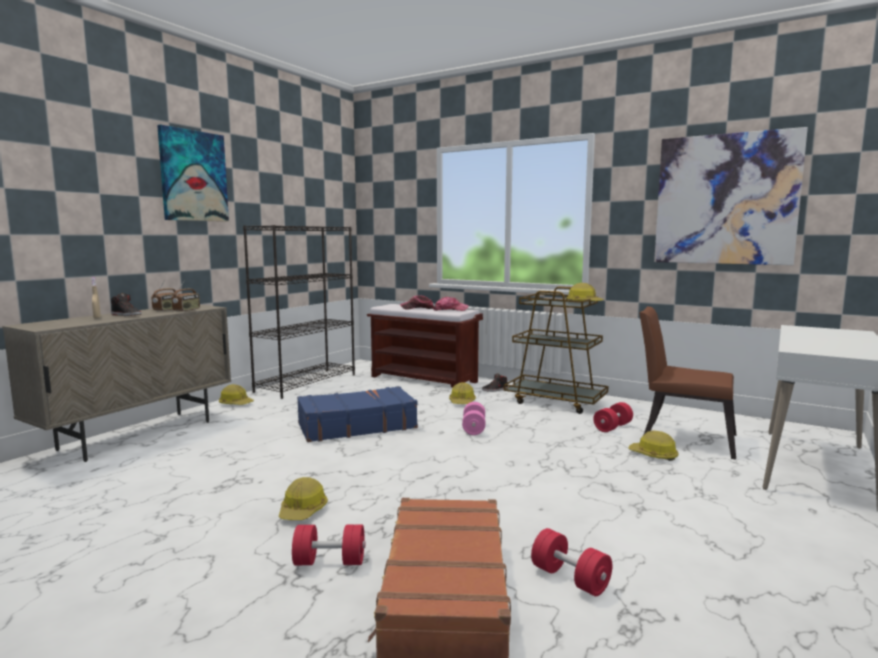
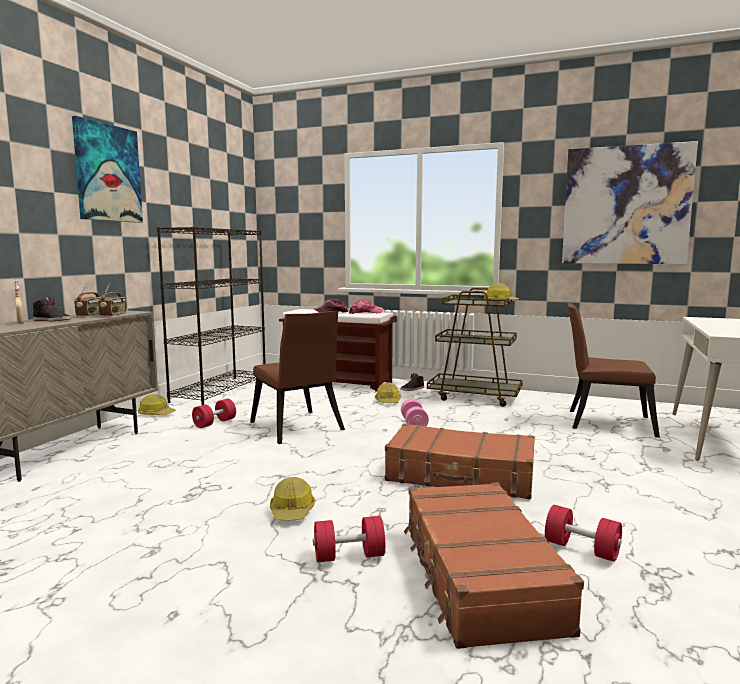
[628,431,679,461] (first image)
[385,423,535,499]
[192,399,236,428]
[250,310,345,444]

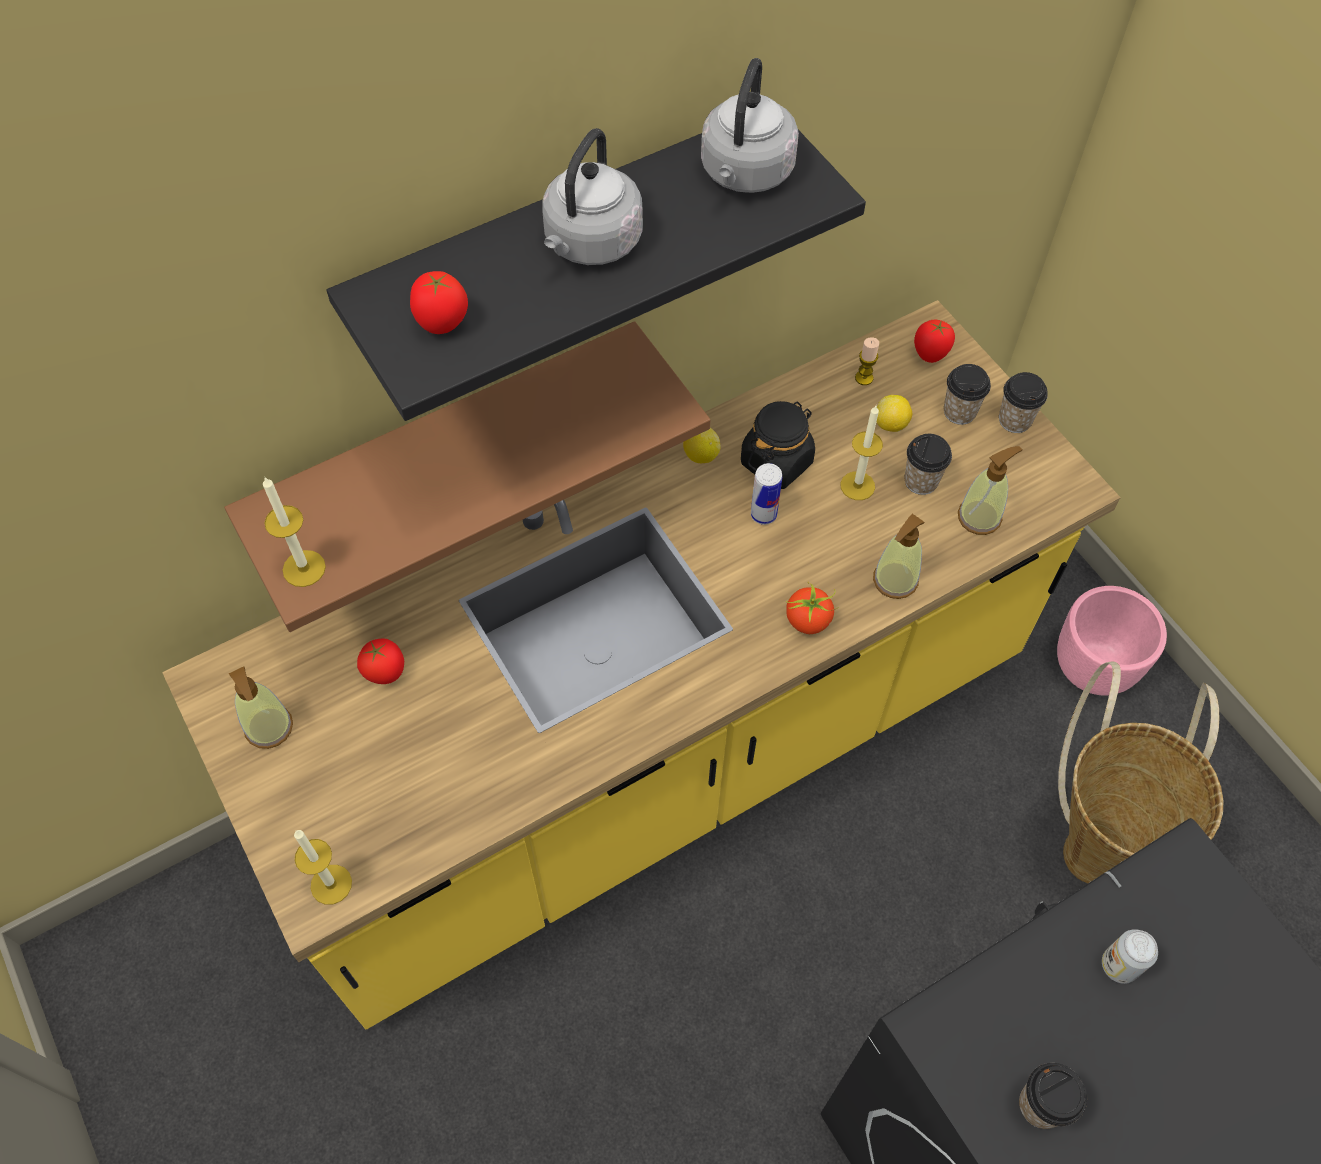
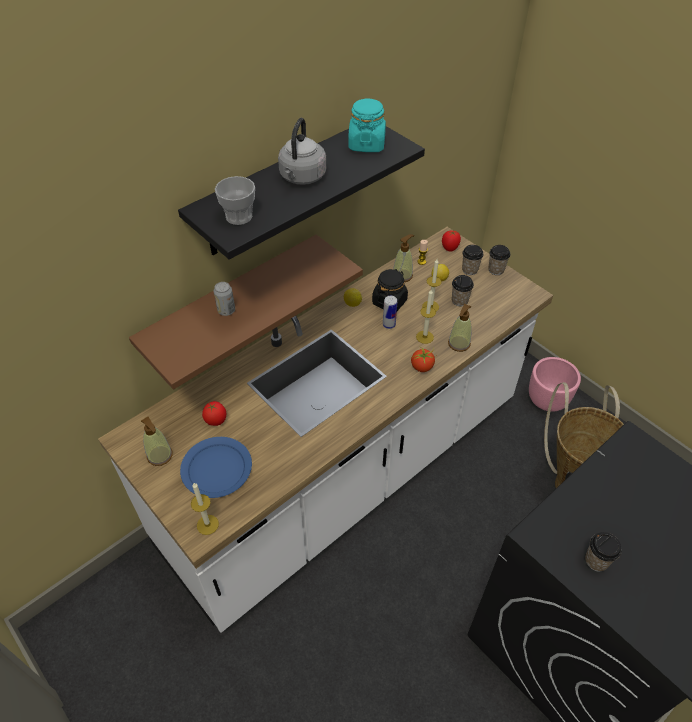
[180,437,252,498]
[416,290,436,344]
[393,234,414,282]
[214,282,235,316]
[215,176,255,225]
[348,99,386,152]
[98,227,553,633]

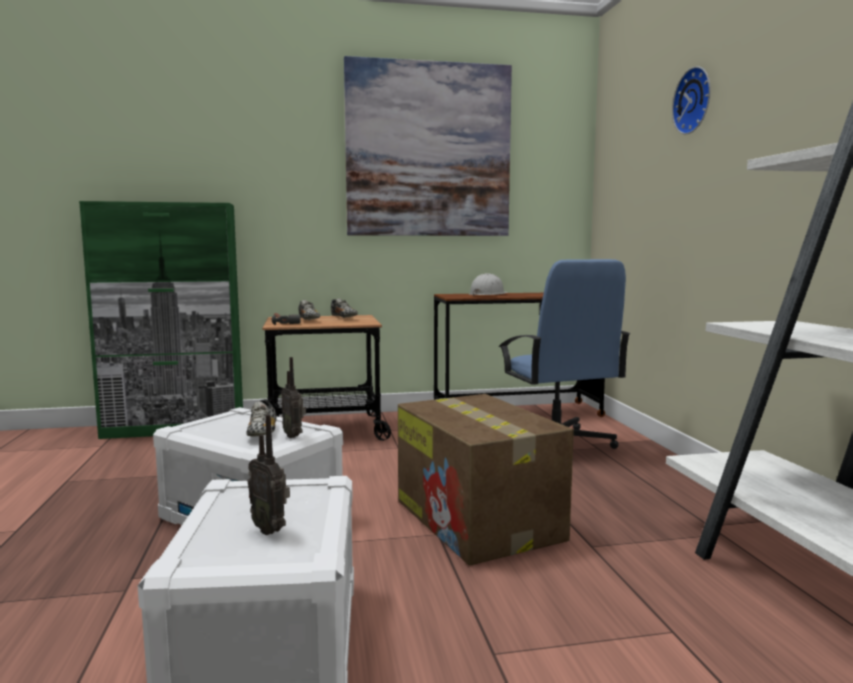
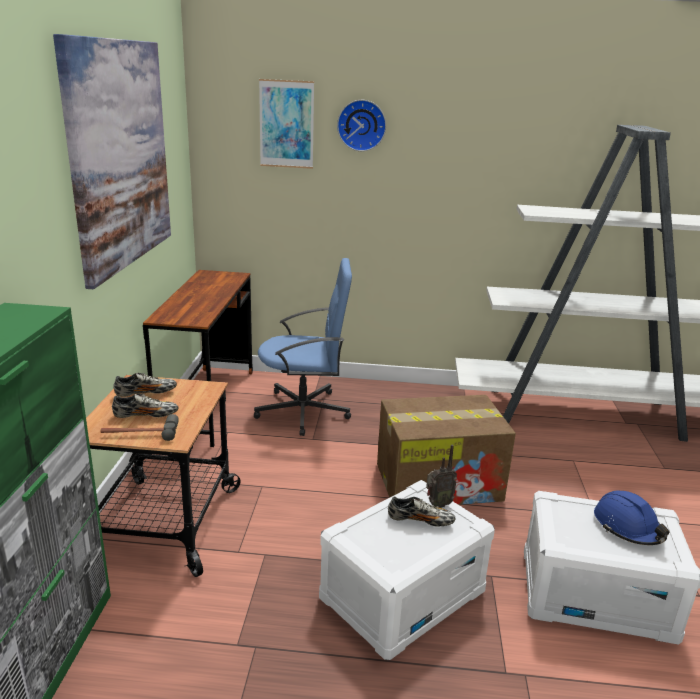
[469,273,508,296] (first image)
[259,79,314,169]
[594,491,669,545]

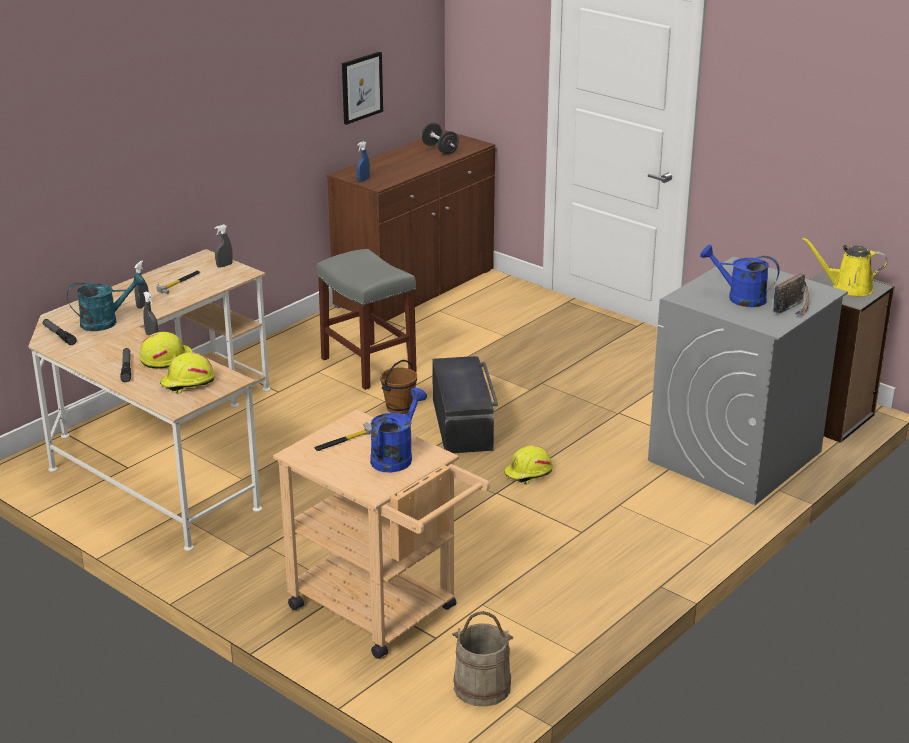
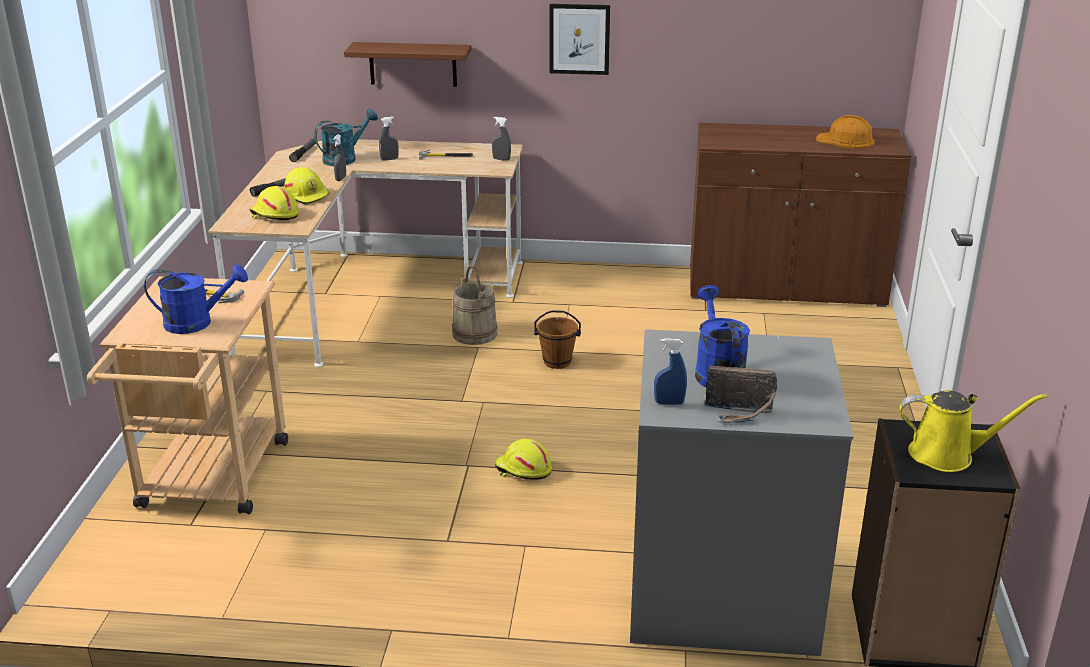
[316,249,417,390] (first image)
[432,356,498,453] (first image)
[344,42,472,87]
[549,4,610,75]
[654,338,687,405]
[452,266,498,345]
[816,115,875,149]
[314,109,378,166]
[900,391,1047,472]

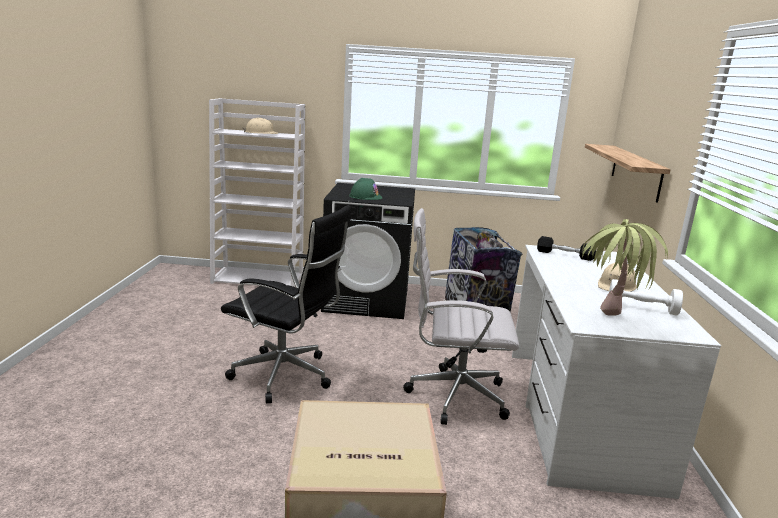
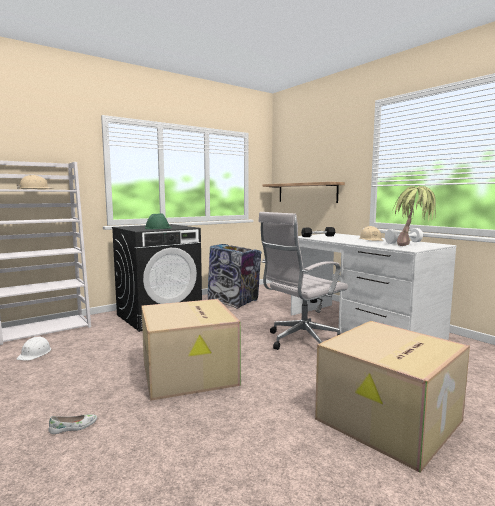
[17,337,51,361]
[48,414,97,434]
[141,299,241,401]

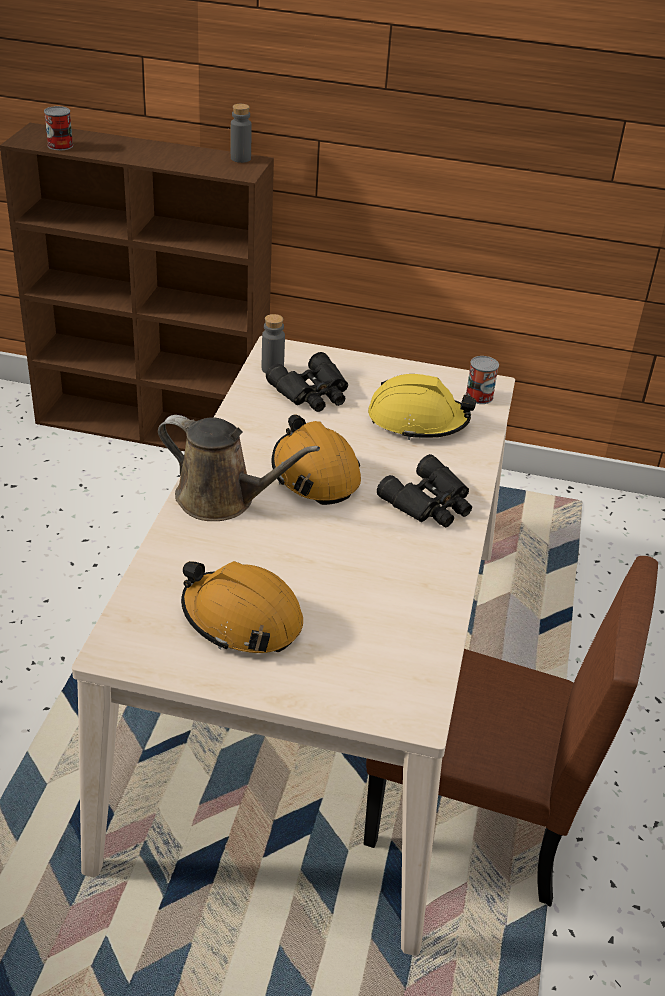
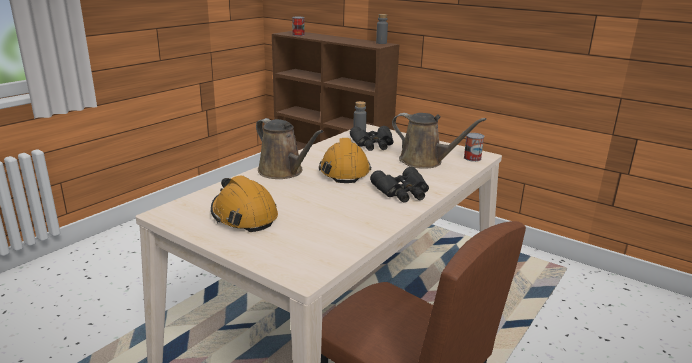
[392,113,486,169]

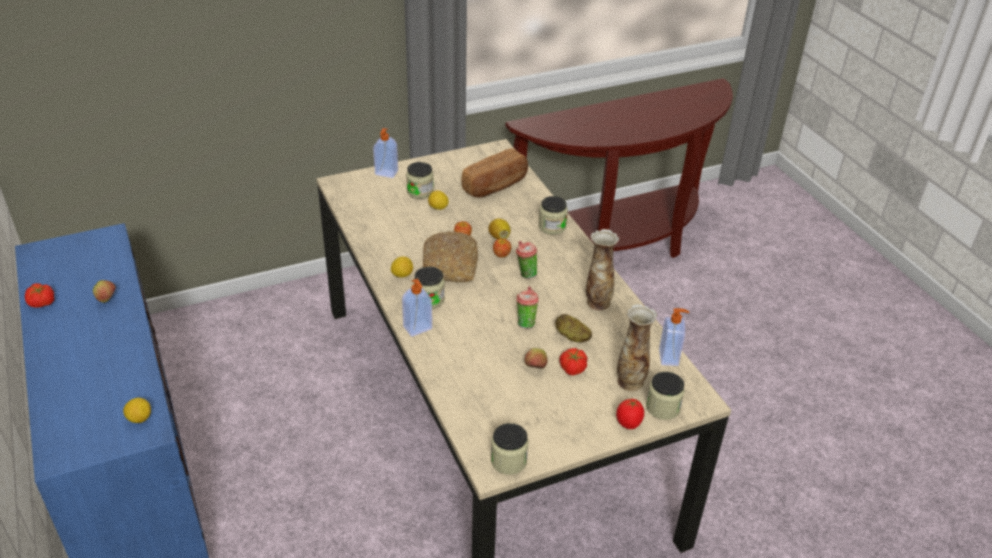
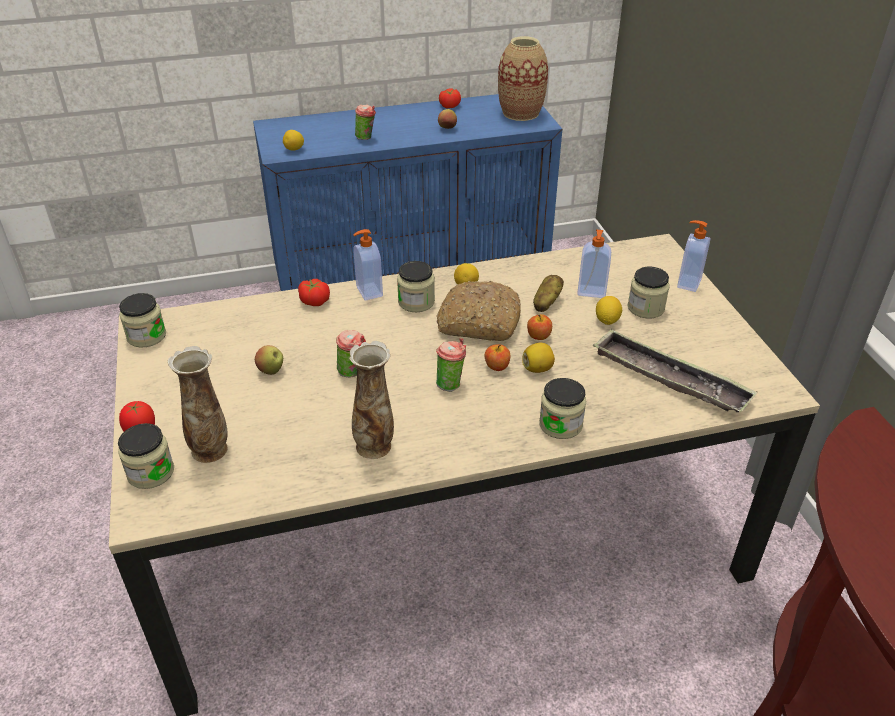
[355,105,376,140]
[498,36,548,121]
[533,275,564,312]
[298,279,330,306]
[577,229,611,298]
[593,329,758,412]

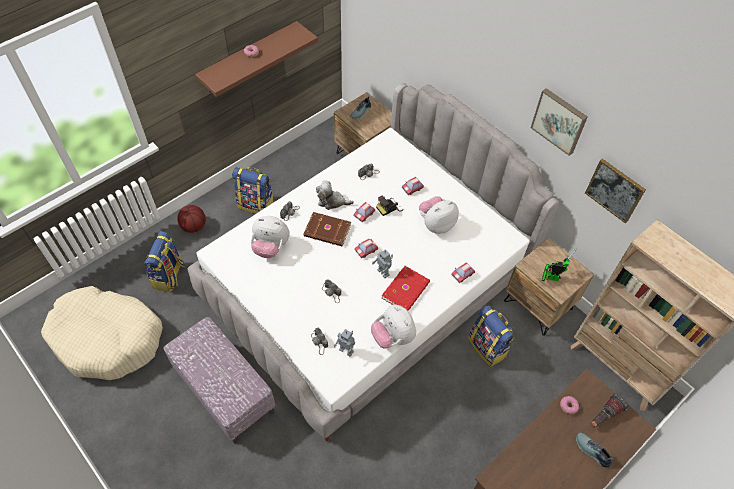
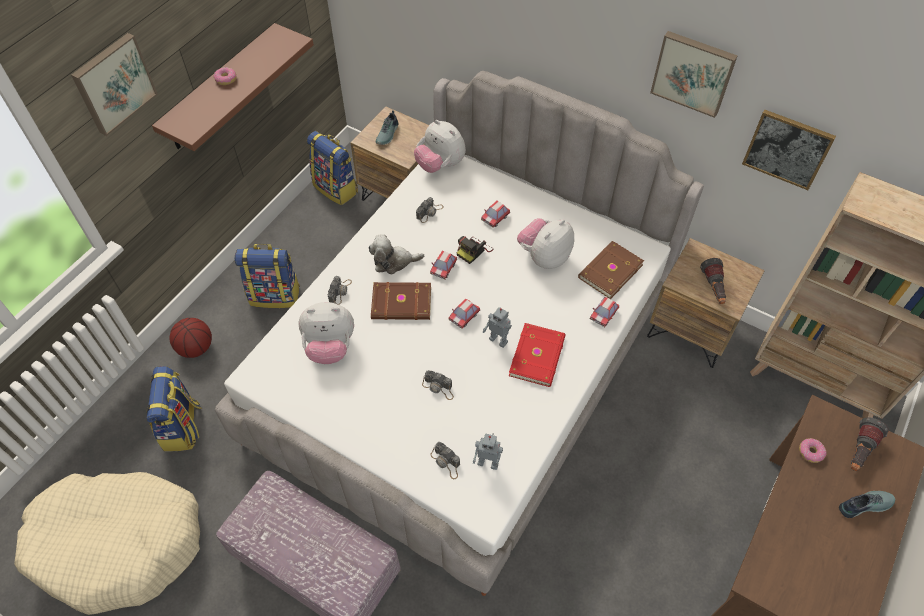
[71,33,158,136]
[578,241,644,299]
[414,120,466,173]
[307,131,358,205]
[700,258,726,304]
[839,491,896,518]

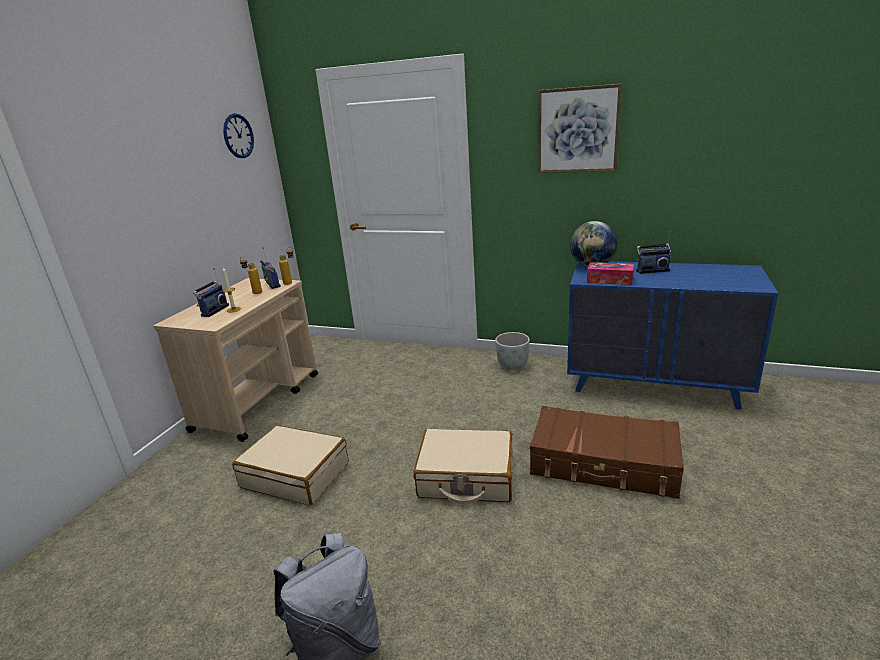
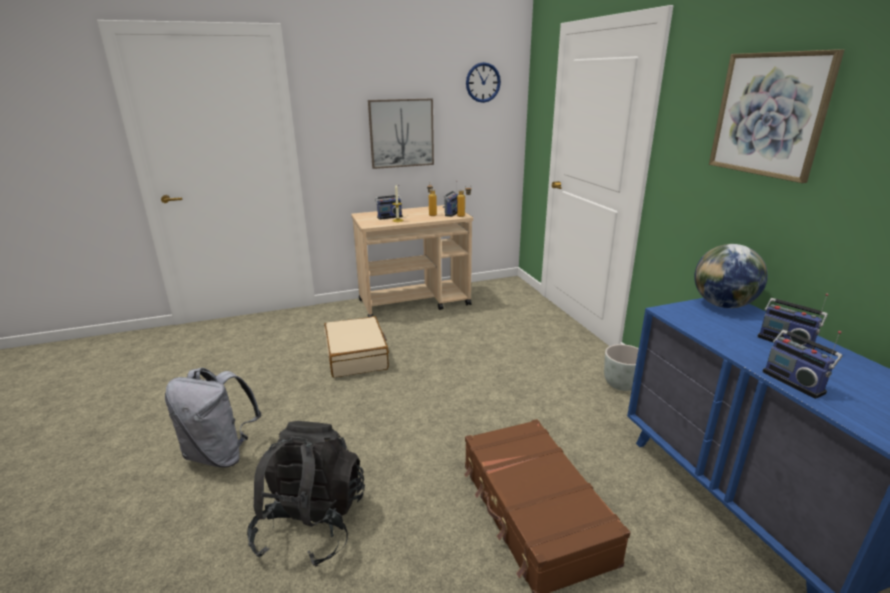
[413,428,513,504] (first image)
[587,262,634,285] (first image)
[247,421,365,567]
[368,99,434,169]
[762,330,843,399]

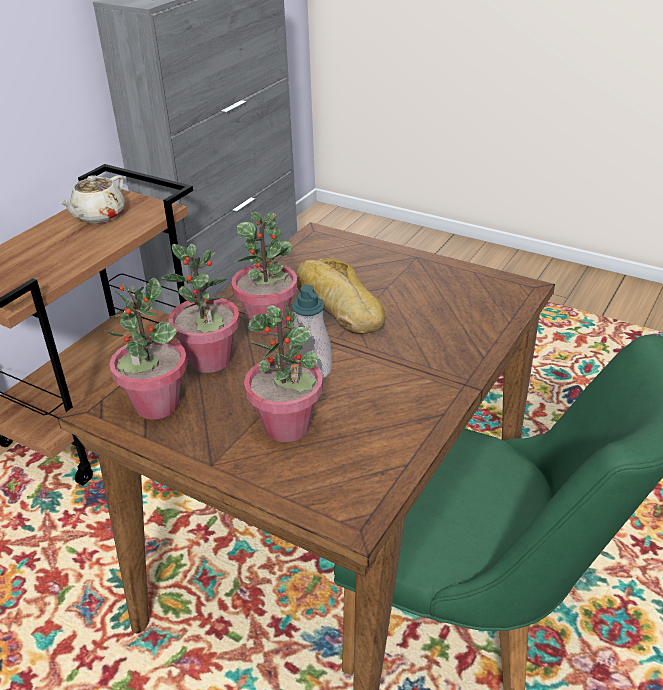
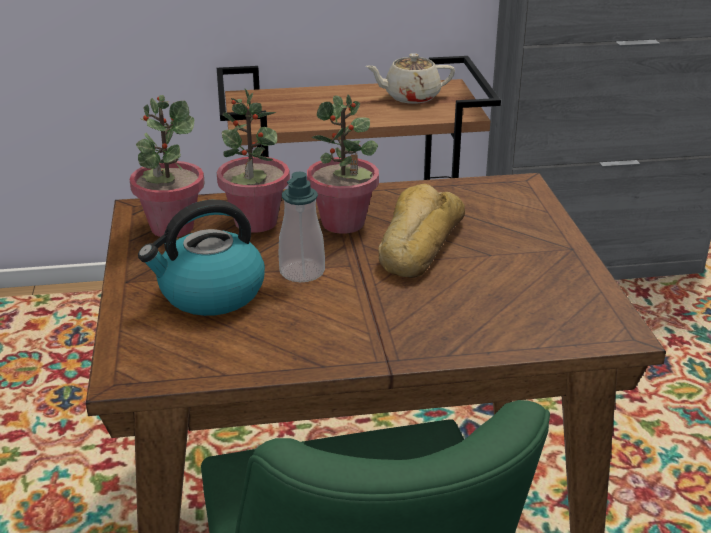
[138,200,265,316]

